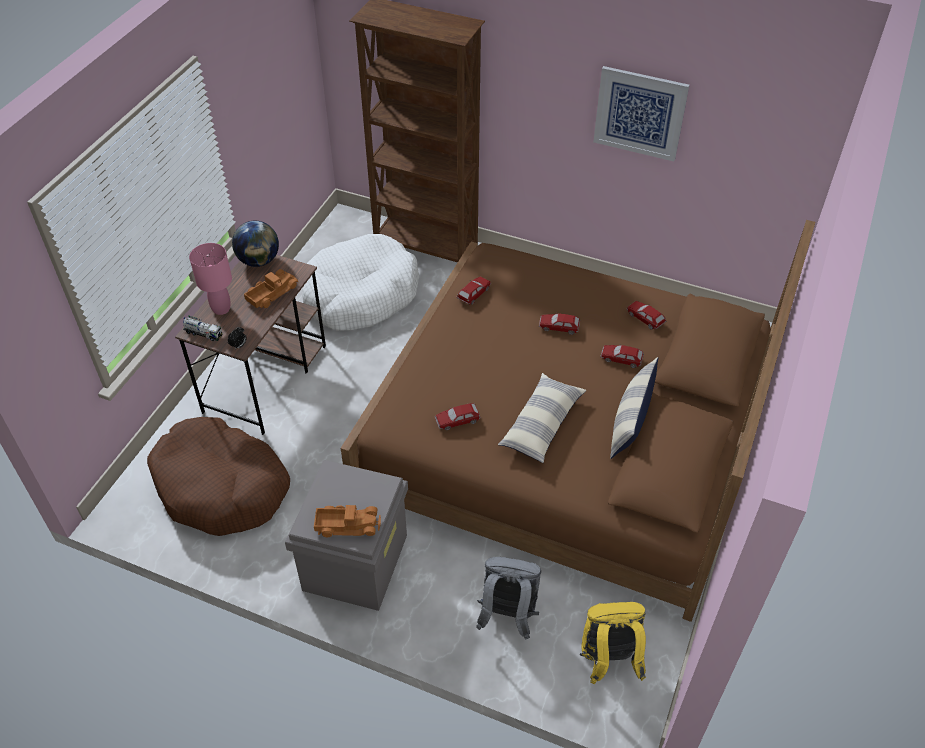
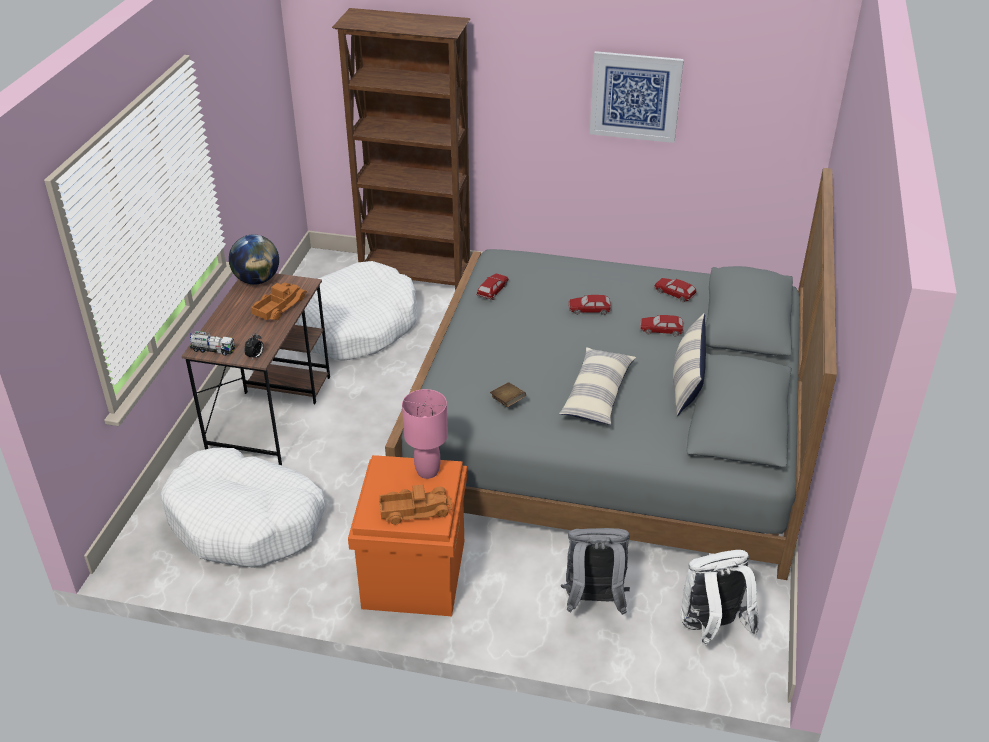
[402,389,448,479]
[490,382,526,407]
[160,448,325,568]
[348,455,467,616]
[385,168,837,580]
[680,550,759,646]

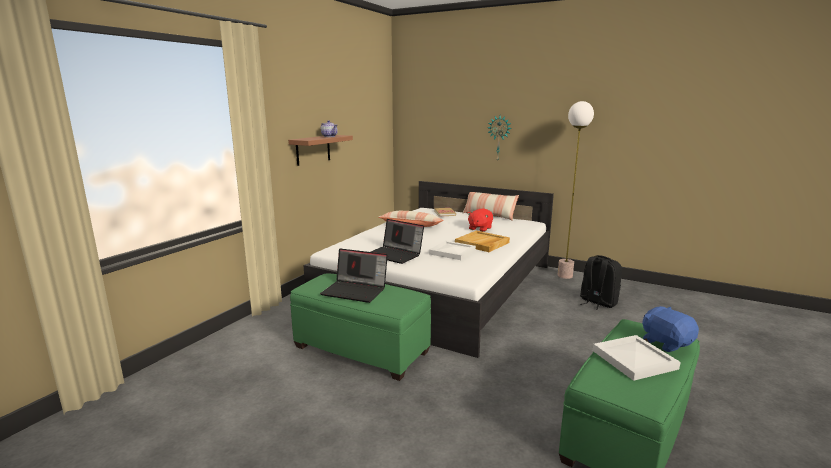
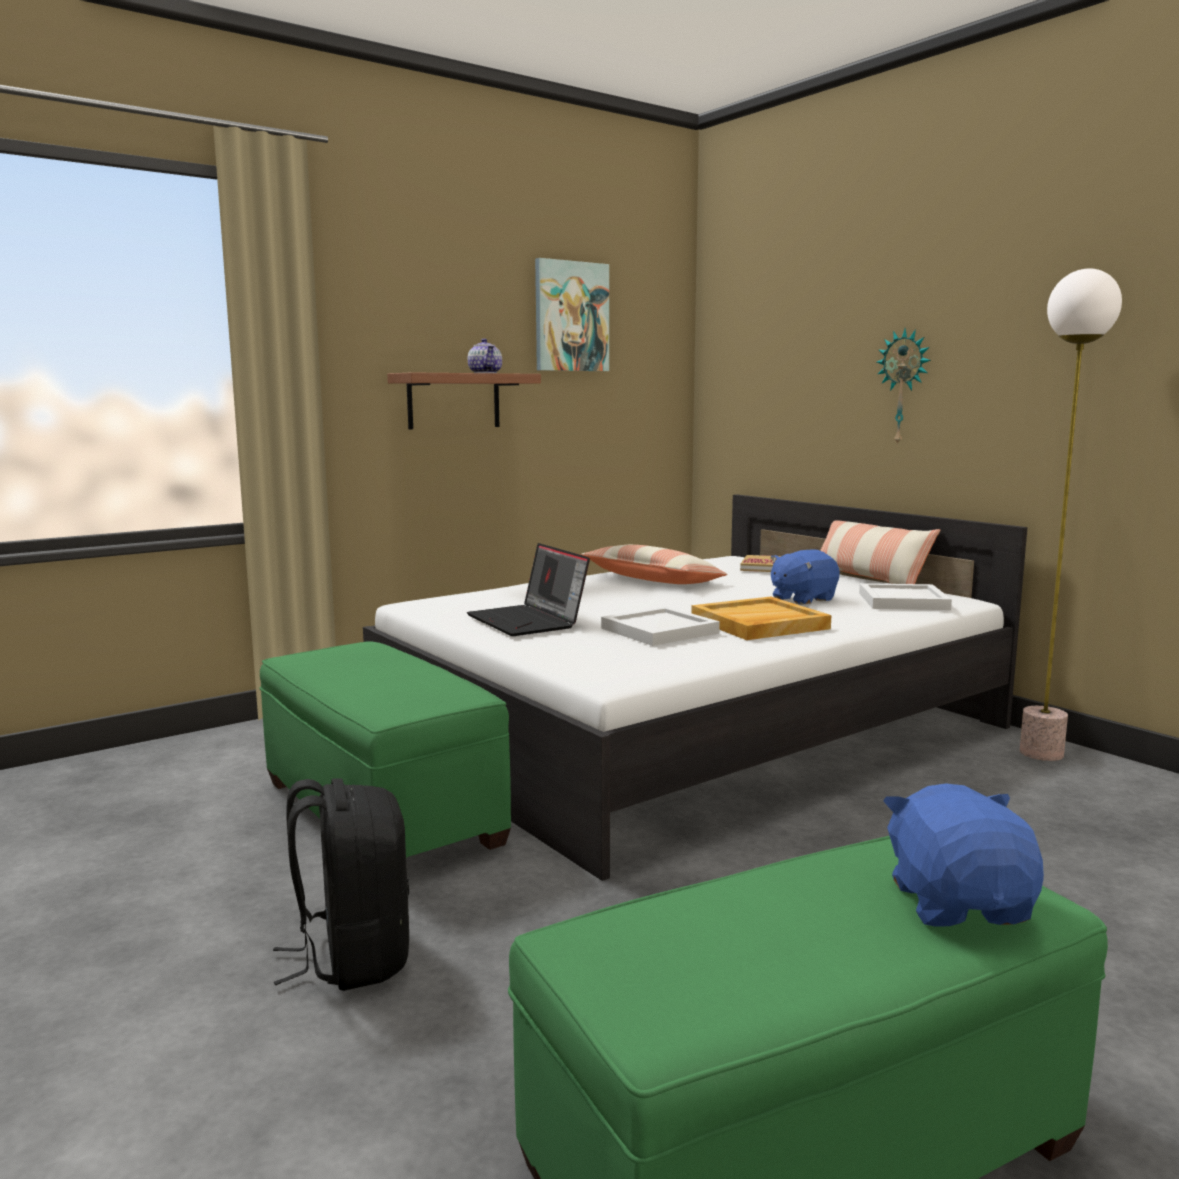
[320,249,388,303] (first image)
[535,258,609,371]
[273,778,409,991]
[859,583,952,610]
[771,549,840,605]

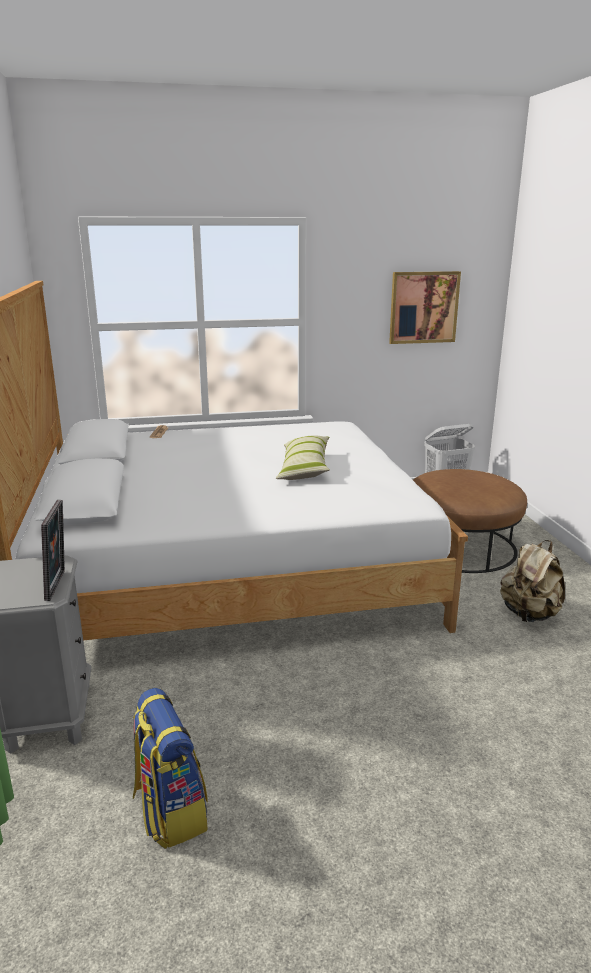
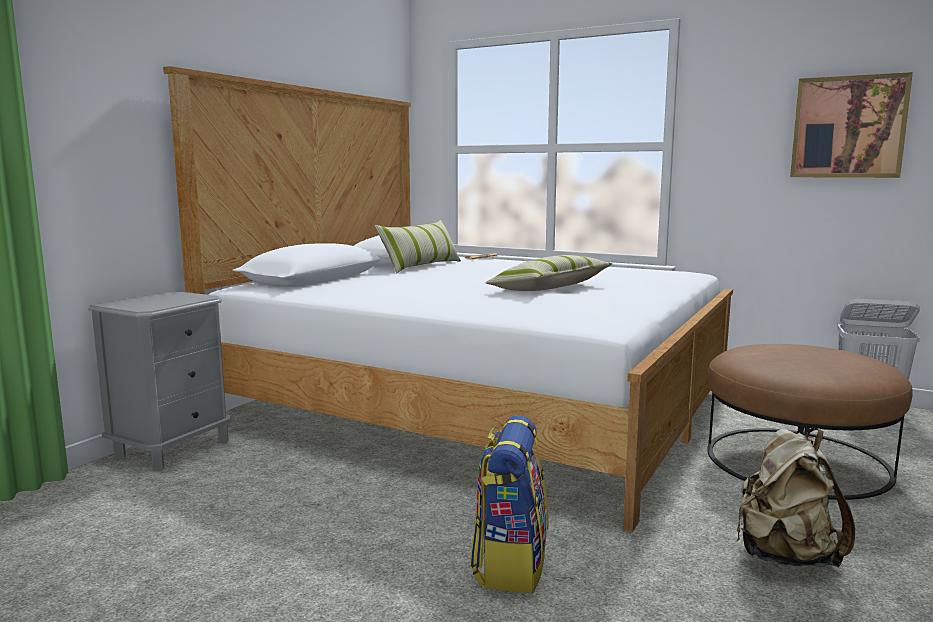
[41,500,65,601] (first image)
[375,220,461,273]
[470,415,549,593]

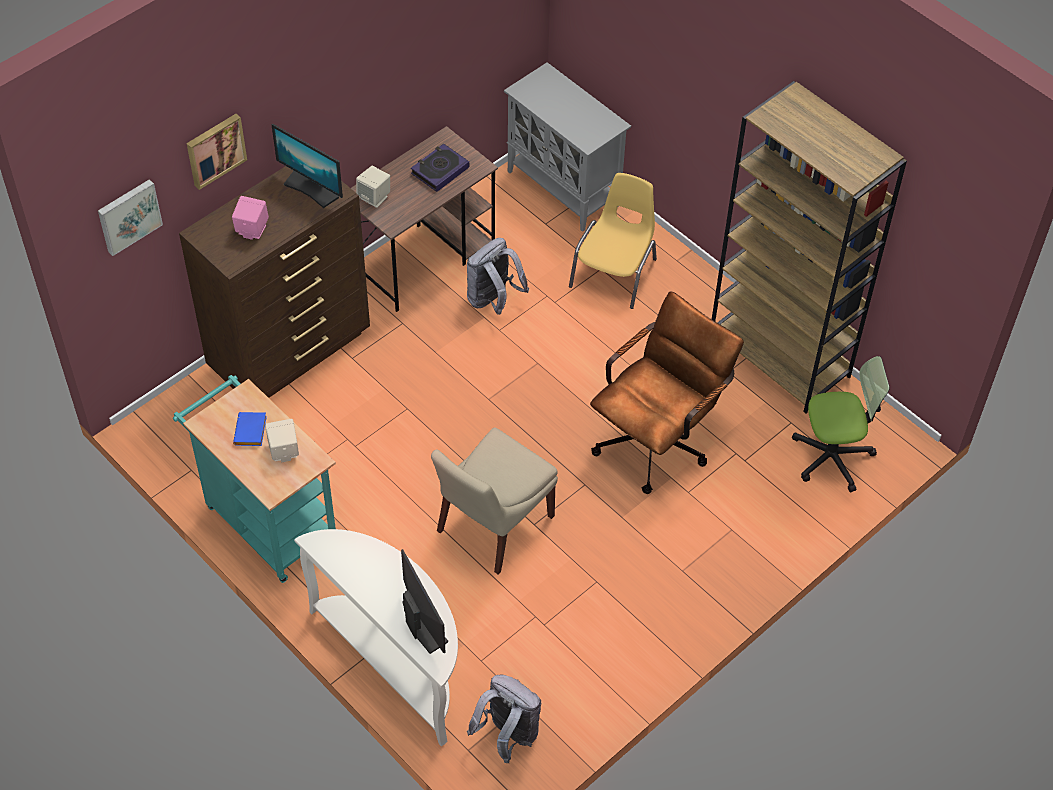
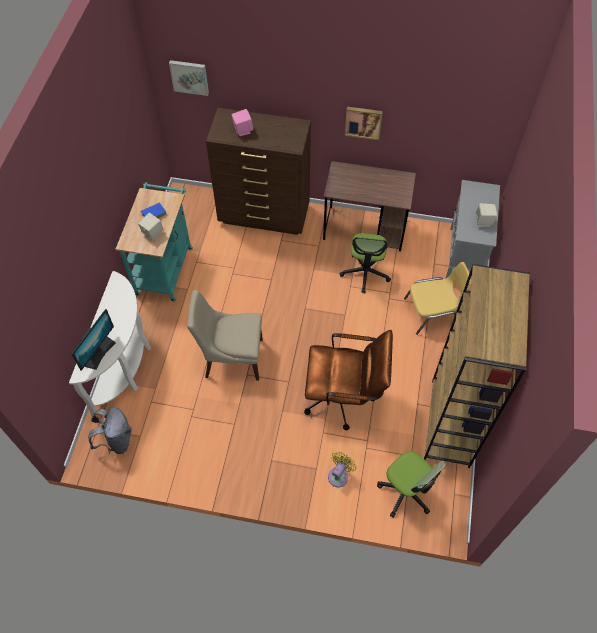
[271,124,343,208] (first image)
[411,144,470,192] (first image)
[328,451,357,487]
[345,106,383,140]
[475,203,497,227]
[339,233,391,293]

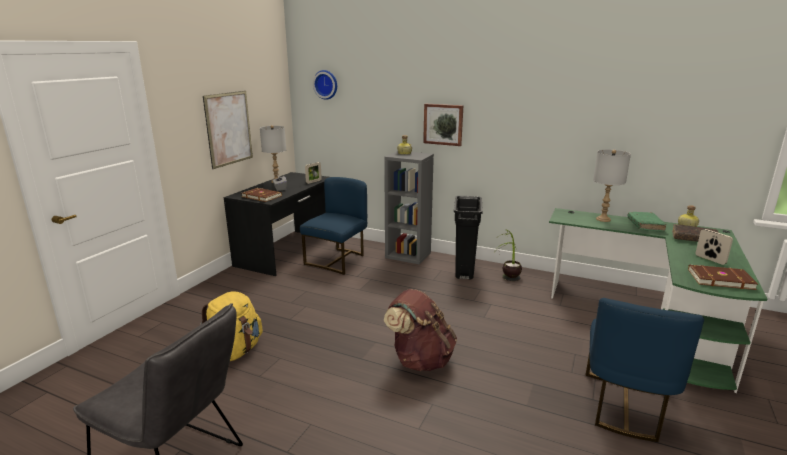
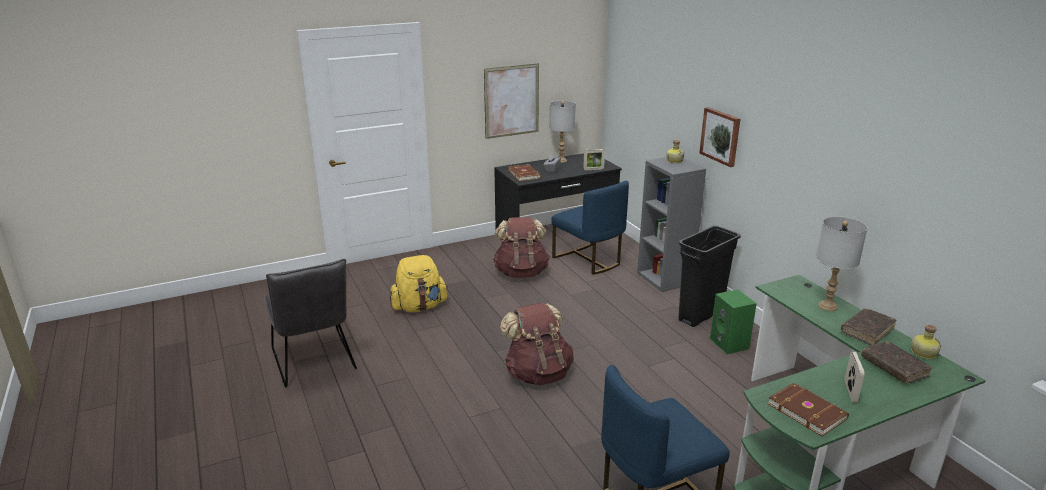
[313,70,337,100] (first image)
[493,217,550,278]
[710,289,757,354]
[841,309,896,345]
[551,181,629,275]

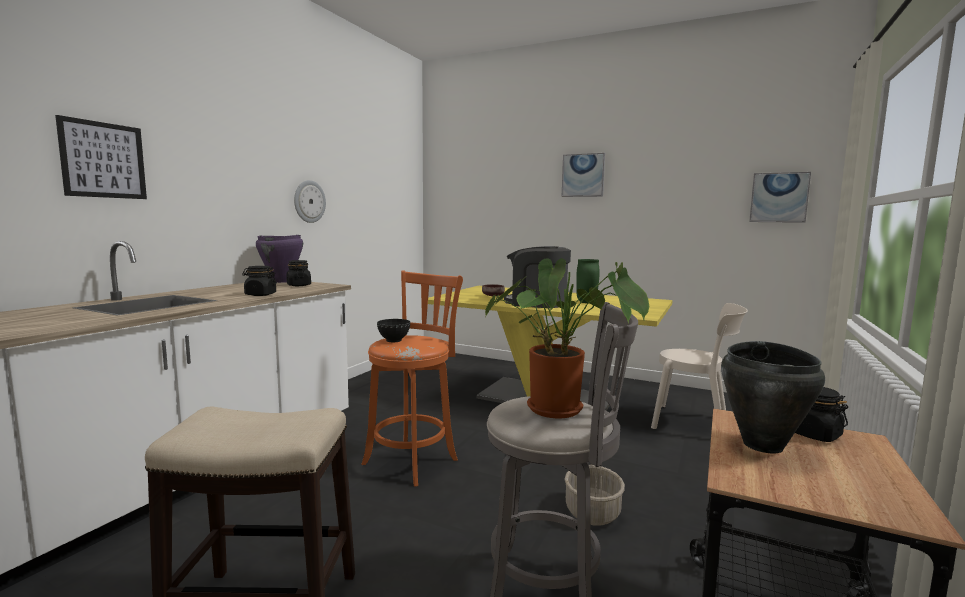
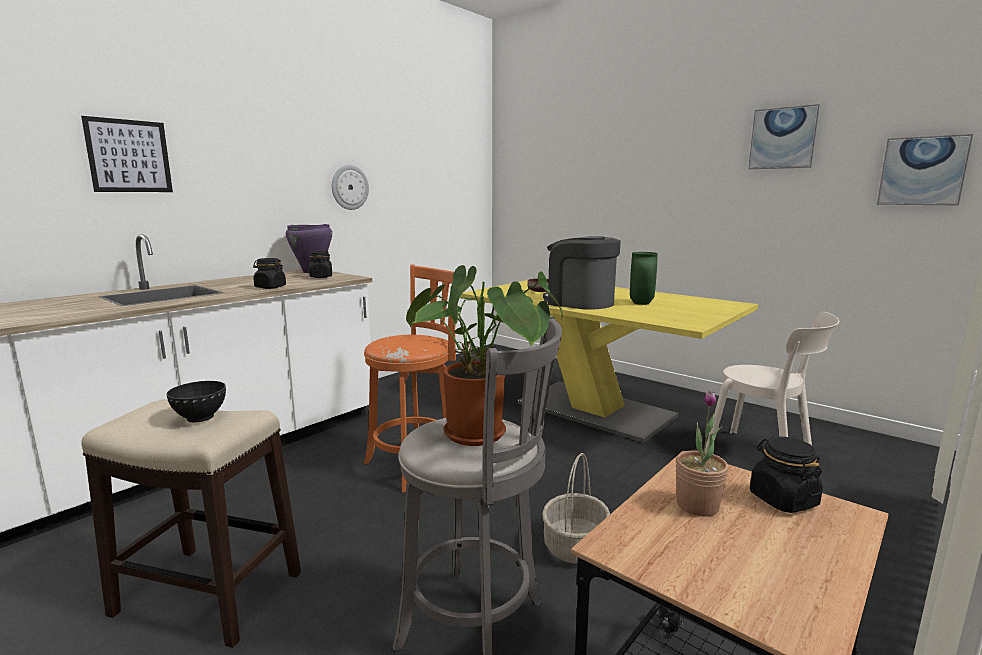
[167,381,226,423]
[748,104,820,169]
[676,391,729,517]

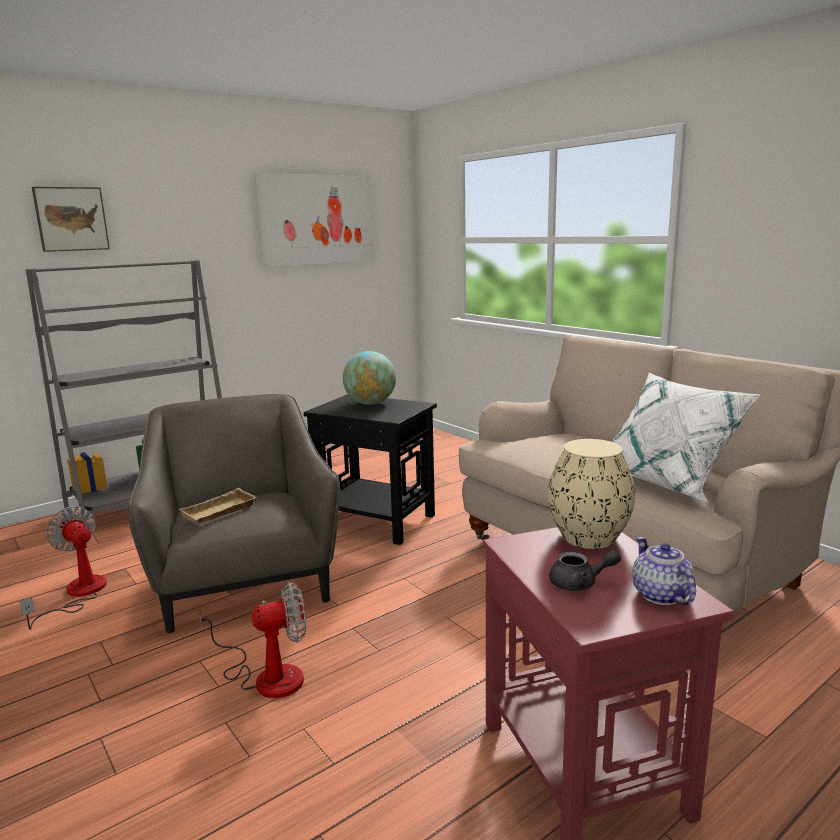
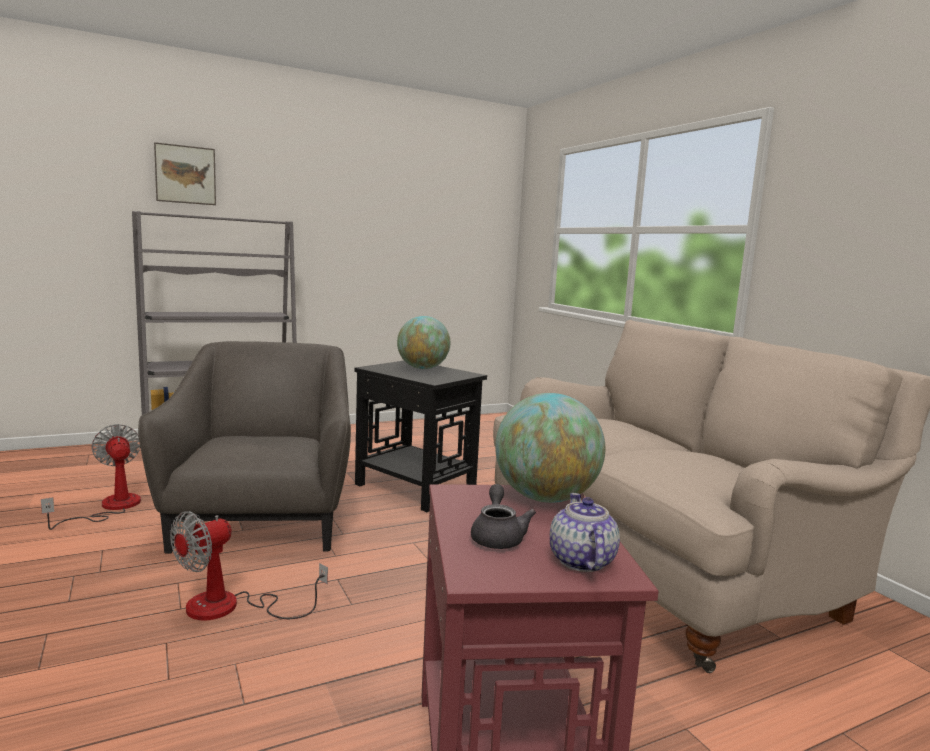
[179,488,256,524] (first image)
[254,173,375,267] (first image)
[613,373,761,502] (first image)
[495,393,605,503]
[170,511,328,620]
[471,484,536,549]

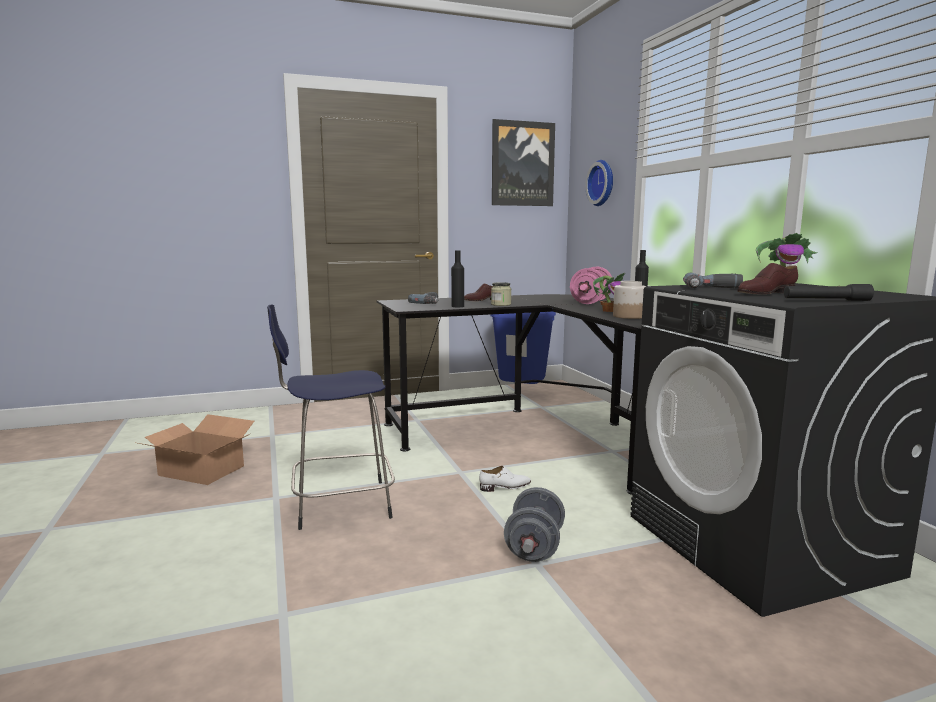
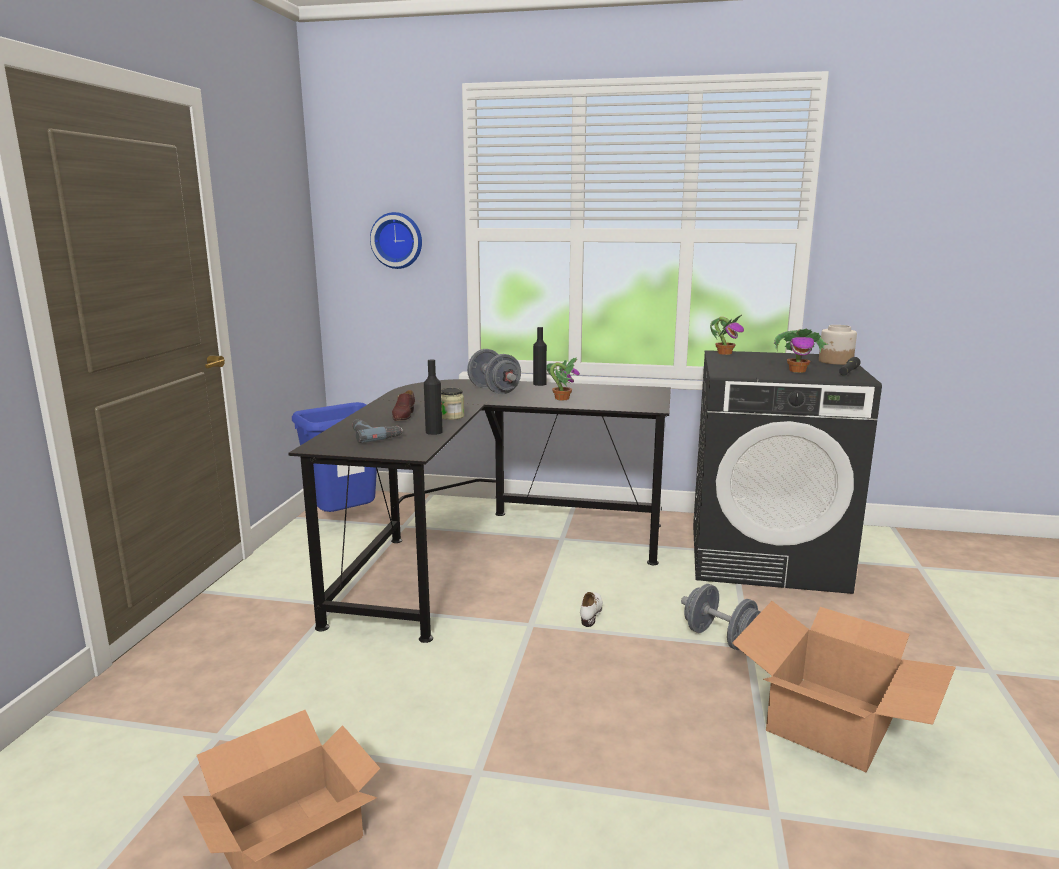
[267,304,395,530] (first image)
[492,119,555,206] (first image)
[683,272,743,288] (first image)
[732,601,956,773]
[819,325,857,365]
[774,328,828,373]
[467,349,521,394]

